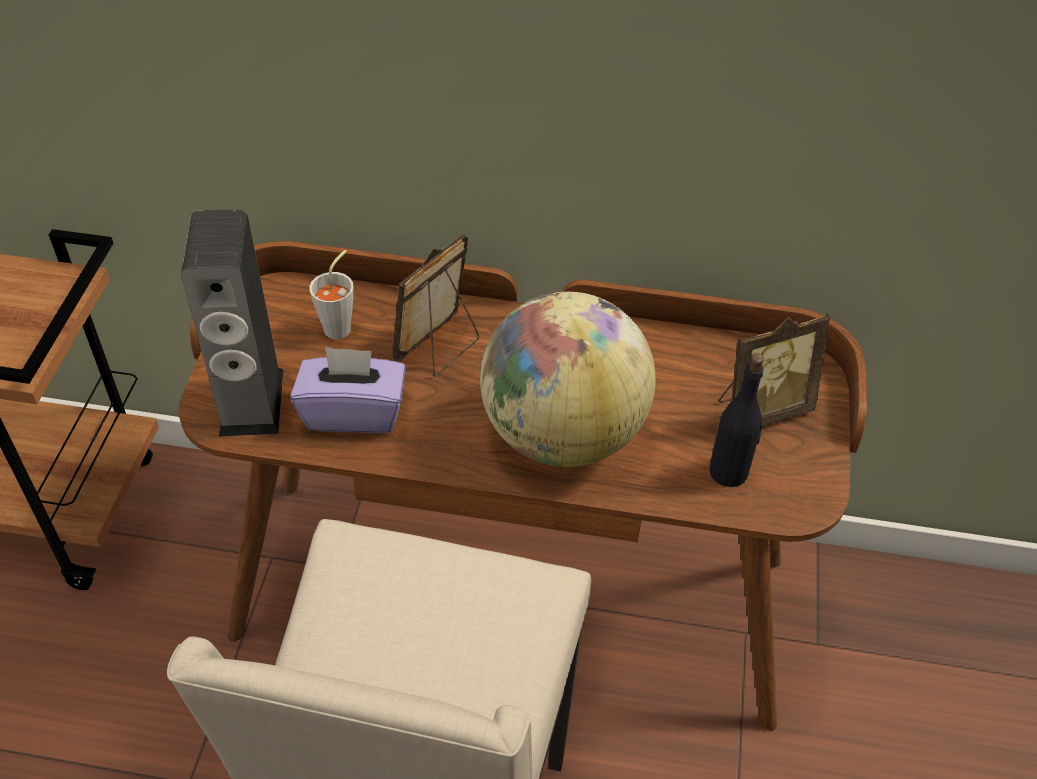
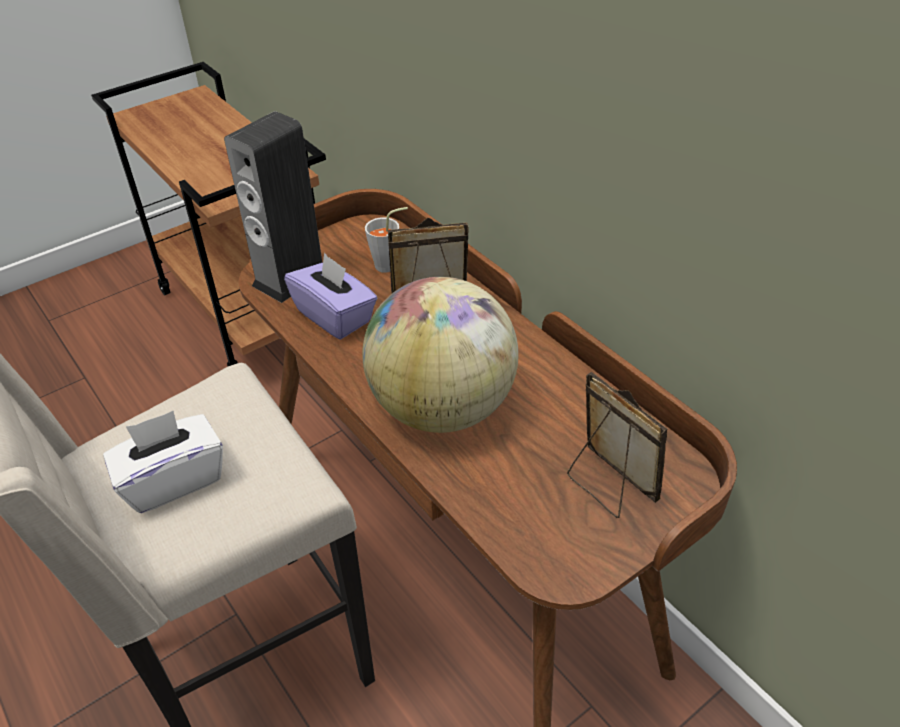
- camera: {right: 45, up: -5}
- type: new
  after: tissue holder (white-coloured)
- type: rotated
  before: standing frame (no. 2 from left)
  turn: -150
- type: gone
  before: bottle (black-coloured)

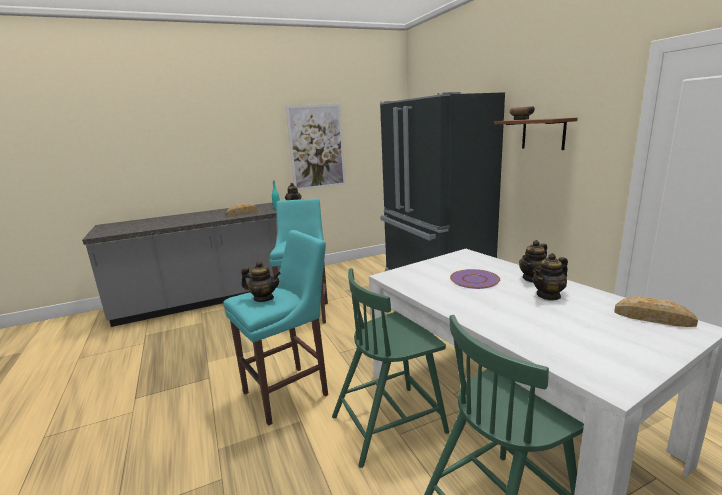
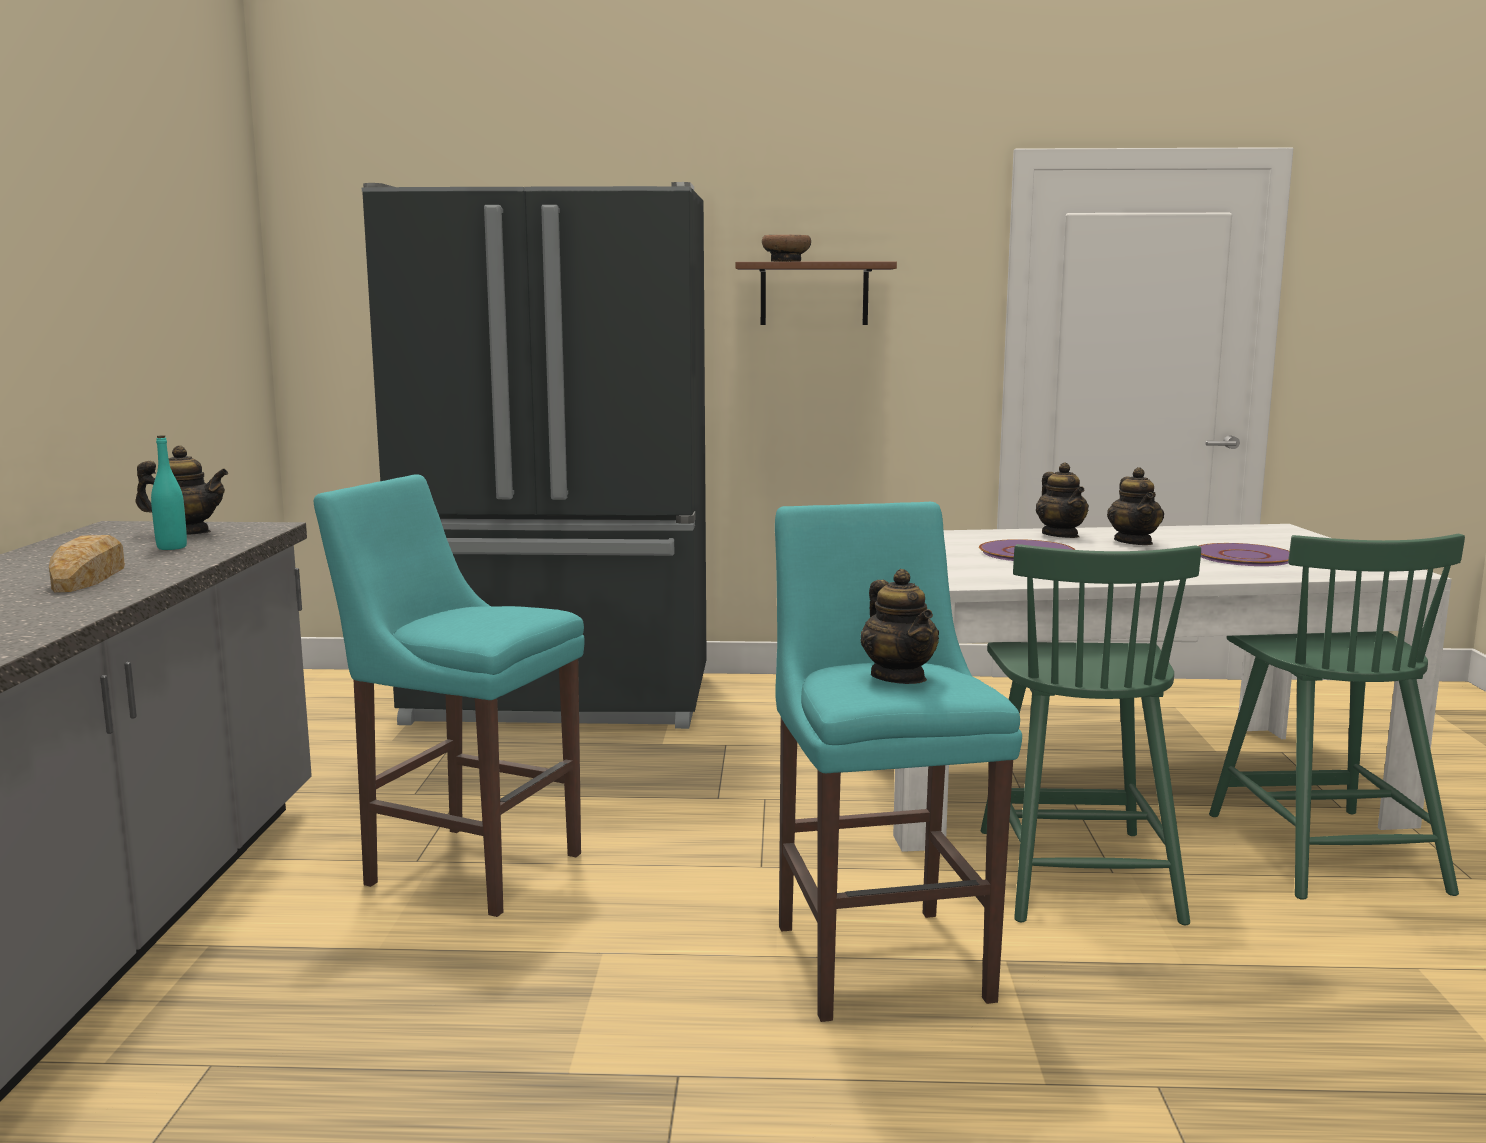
- camera: {right: -65, up: -5}
- type: rotated
  before: pot for tea (no. 1 from left in the first image)
  turn: 120
- type: new
  after: plate (purple) (no. 2 from left)
- type: gone
  before: wall art
- type: gone
  before: bread (no. 2 from left)

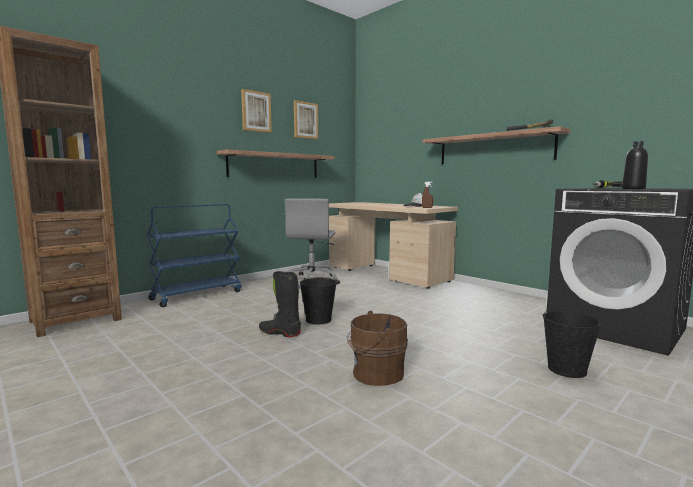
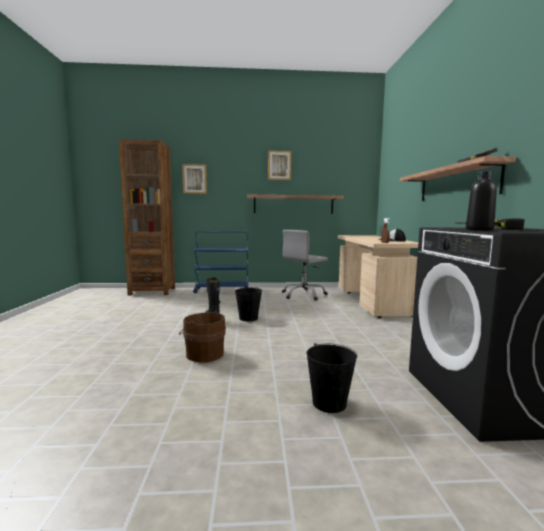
- camera: {right: 40, up: 0}
- type: shifted
  before: wall art (no. 2 from left in the first image)
  after: wall art (no. 1 from left)

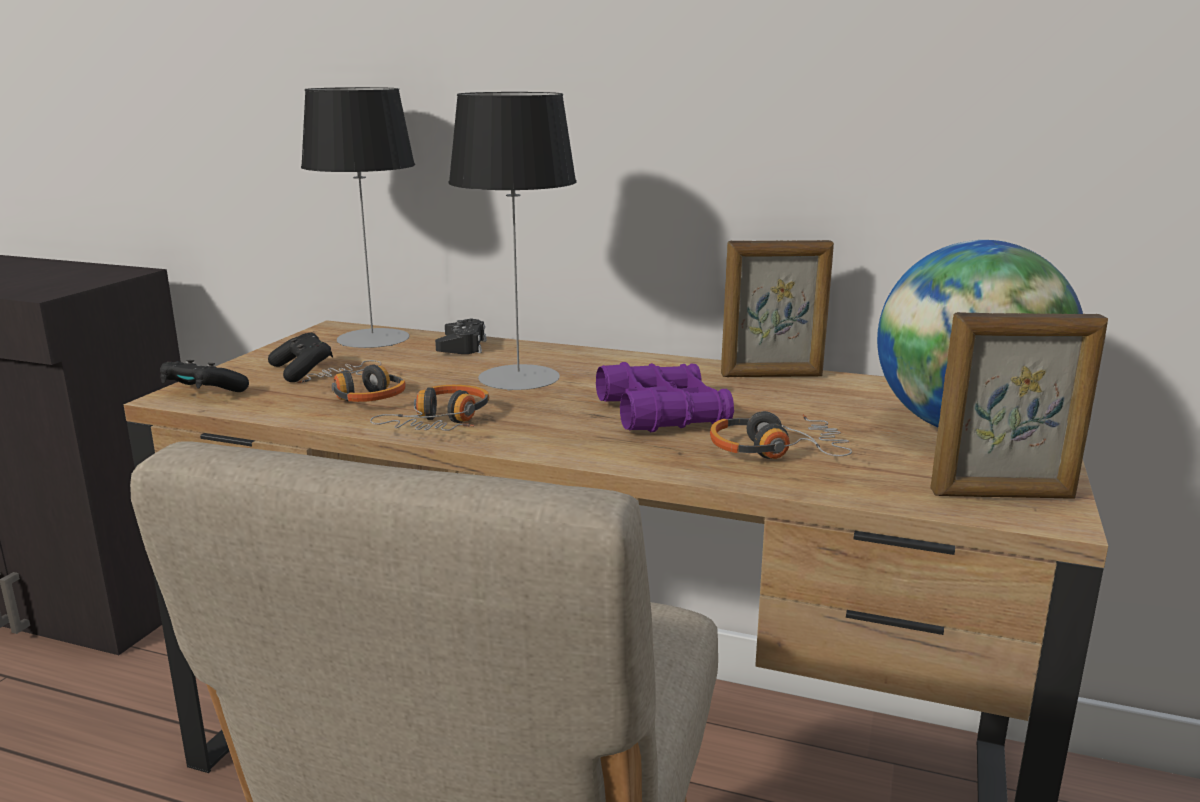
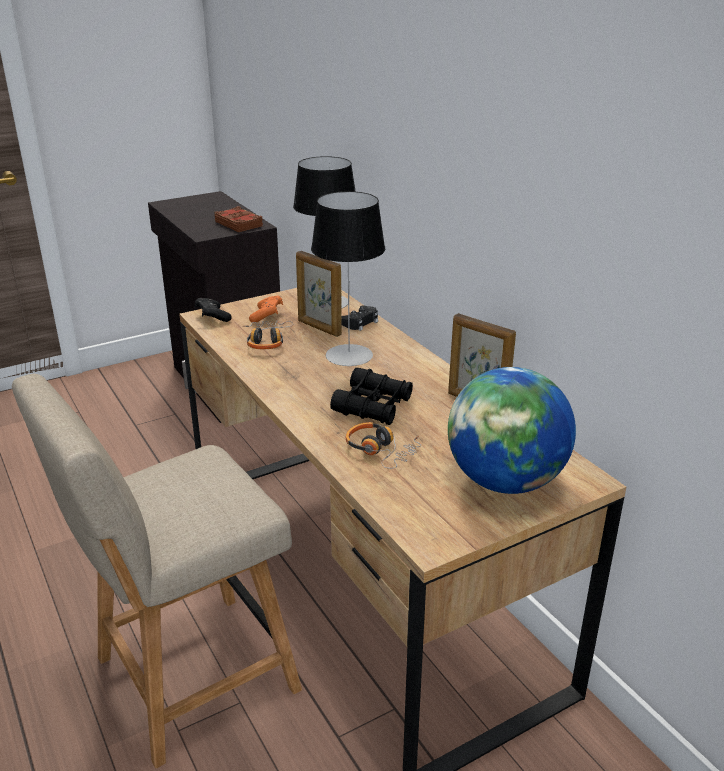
- camera: {right: 40, up: 10}
- type: new
  after: bound book (brown)
- type: repainted
  before: game controller (black-coloured) (no. 2 from left)
  after: game controller (orange-coloured)
- type: shifted
  before: standing frame (no. 2 from left in the first image)
  after: standing frame (no. 1 from left)
- type: repainted
  before: binoculars (purple)
  after: binoculars (black-coloured)
- type: gone
  before: headphones (no. 2 from left)

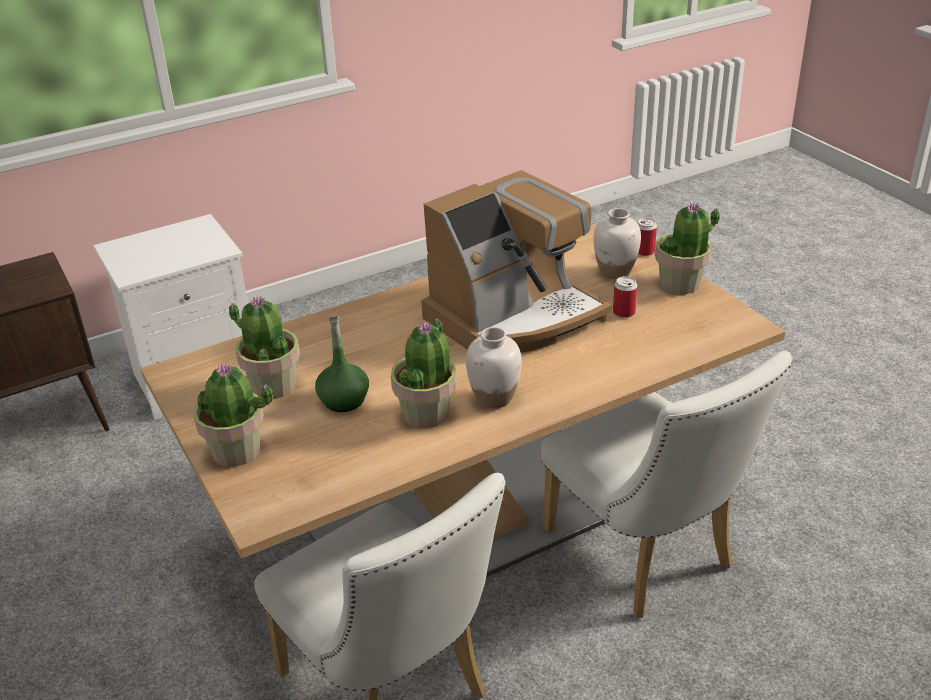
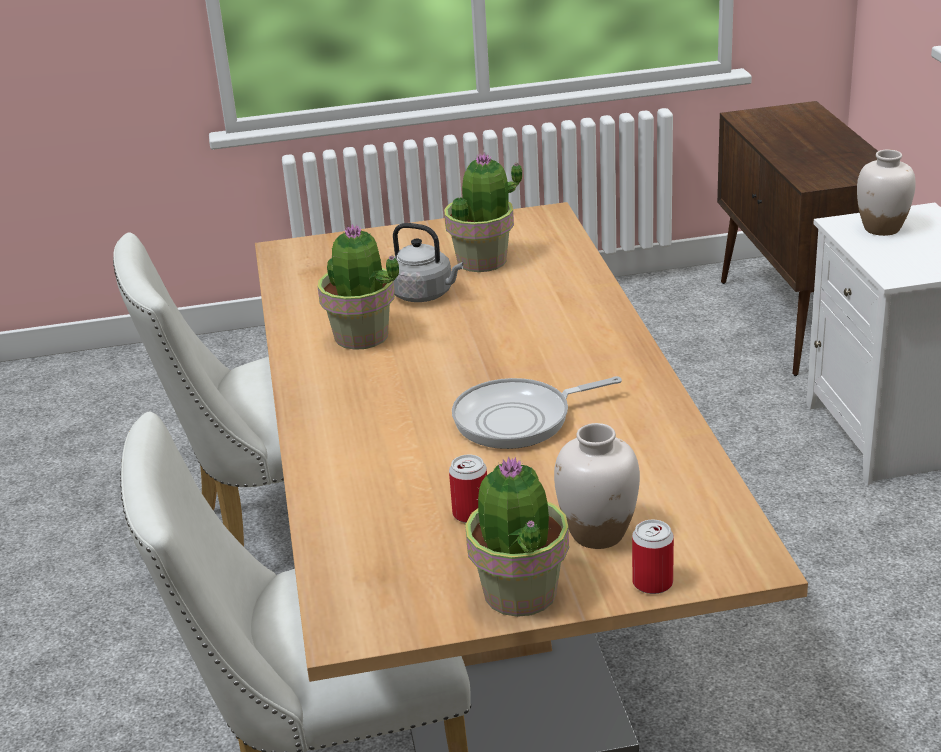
- camera: {right: 110, up: -5}
- type: swapped
  before: bottle (green-coloured)
  after: water kettle (greyish)
- type: swapped
  before: coffee machine
  after: skillet
- type: shifted
  before: decorative vase (white-coloured) (no. 1 from left in the first image)
  after: decorative vase (white-coloured) (no. 2 from left)
- type: gone
  before: houseplant (no. 1 from left)

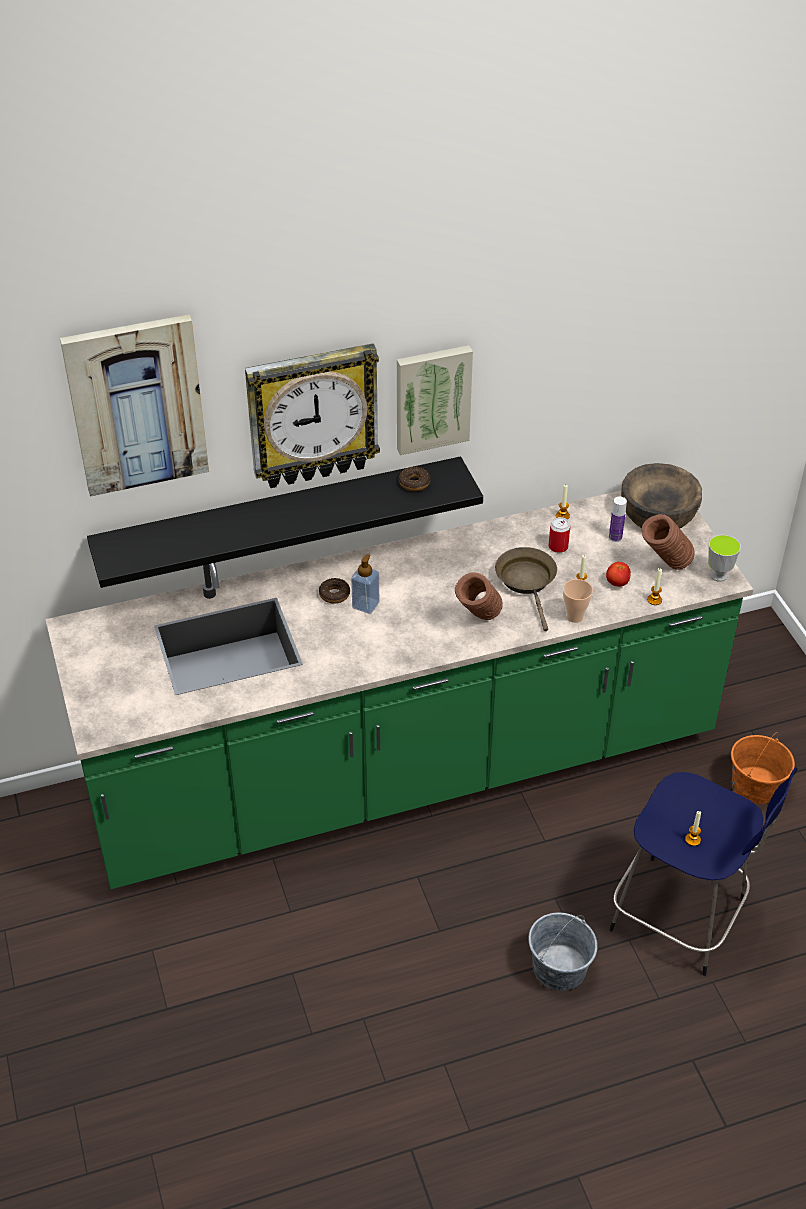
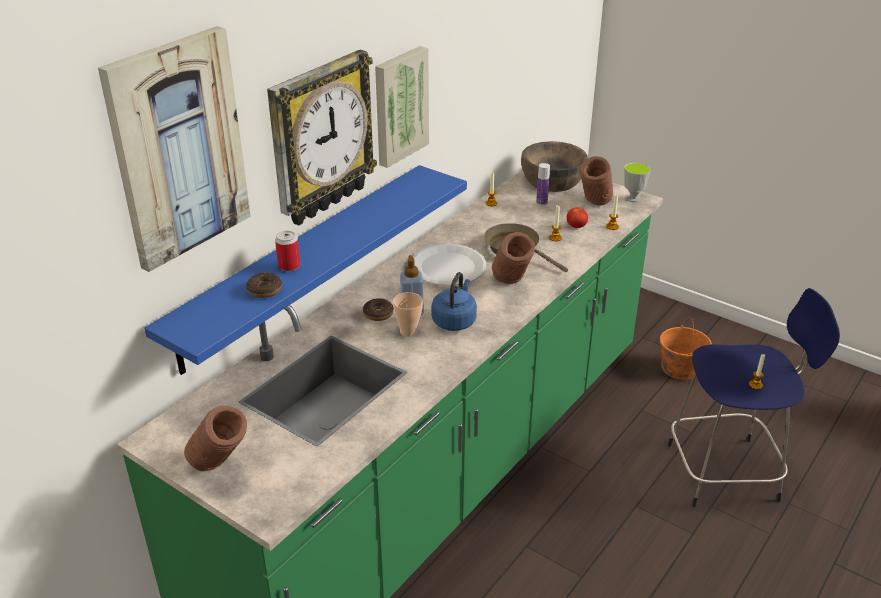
- camera: {right: -35, up: -10}
- type: repainted
  before: bracket shelf (black-coloured)
  after: bracket shelf (bluish)
- type: new
  after: decorative vase (brown) (no. 1 from left)
- type: shifted
  before: doughnut (no. 2 from left in the first image)
  after: doughnut (no. 1 from left)
- type: shifted
  before: metal can
- type: shifted
  before: cup (no. 1 from left)
- type: new
  after: plate (white-coloured)
- type: new
  after: water kettle (bluish)
- type: gone
  before: water bucket (greyish)

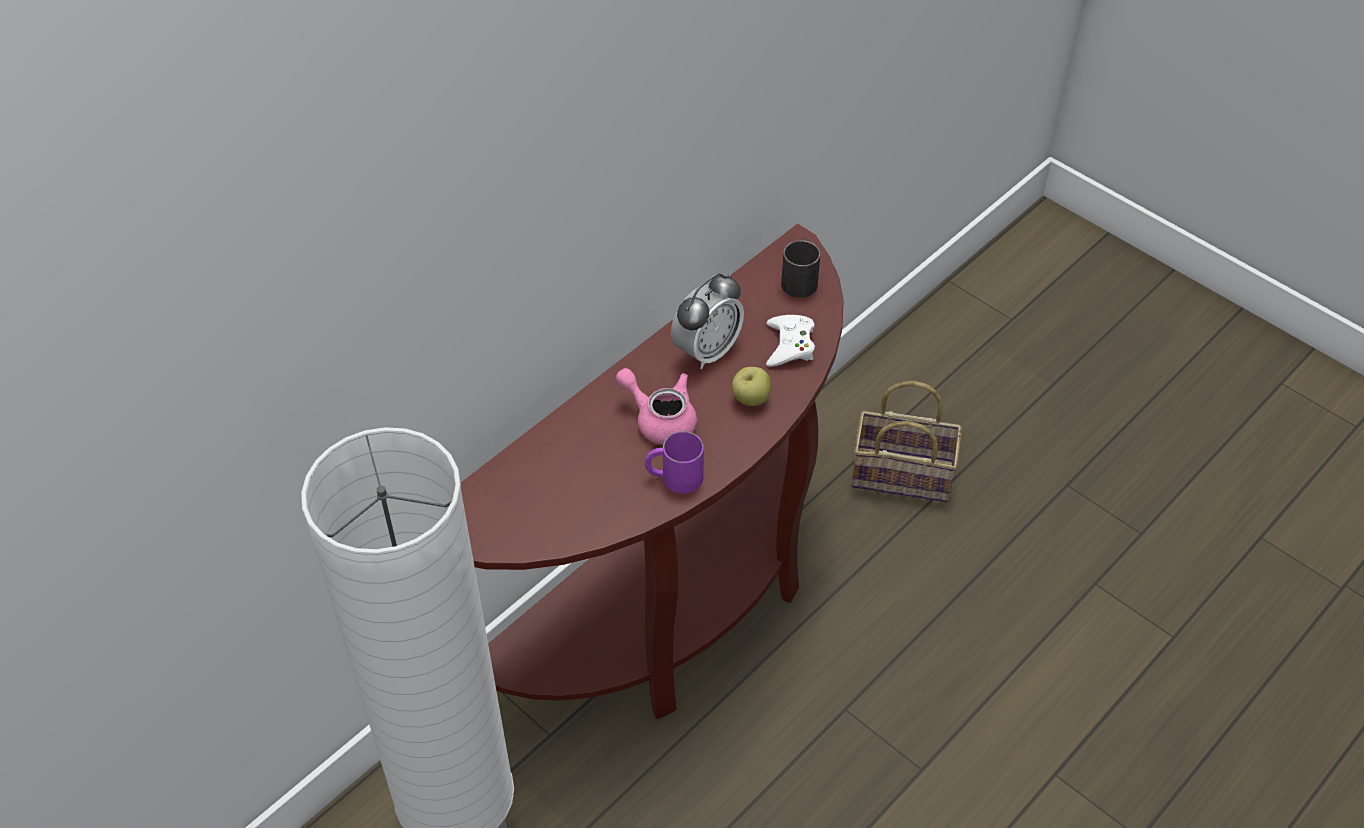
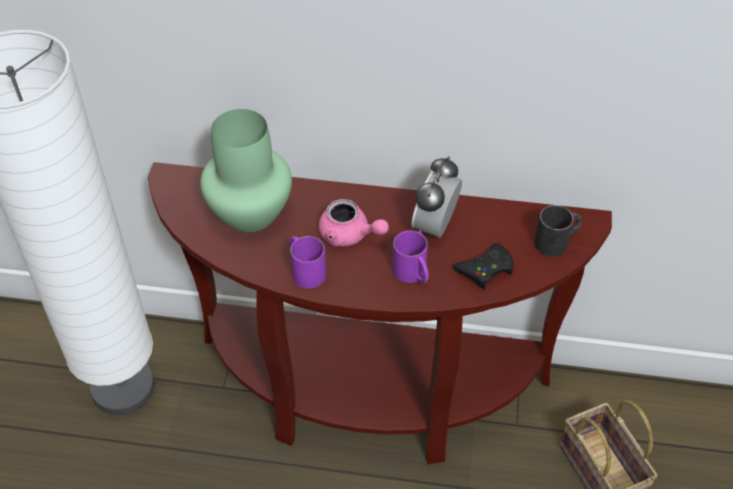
- camera: {right: 55, up: 0}
- type: new
  after: decorative vase (green-coloured)
- type: rotated
  before: pot for tea (pink)
  turn: 120
- type: swapped
  before: apple
  after: coffee mug (purple) (no. 2 from left)
- type: rotated
  before: table clock
  turn: 105
- type: repainted
  before: game controller (white-coloured)
  after: game controller (black-coloured)

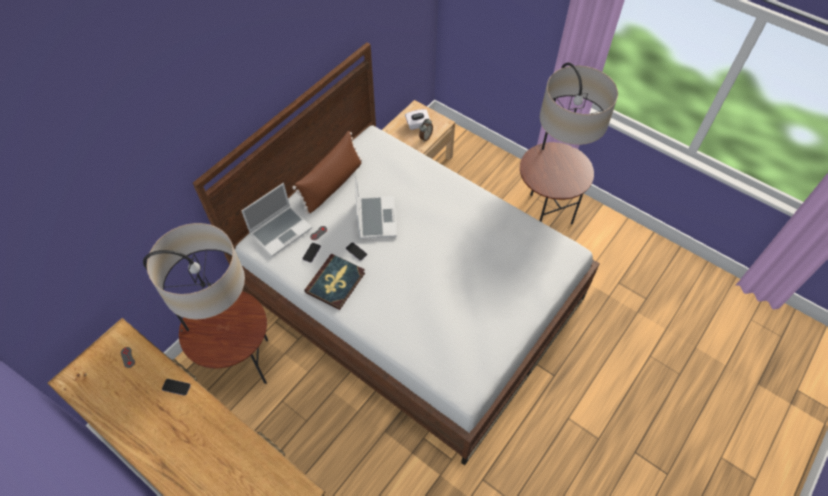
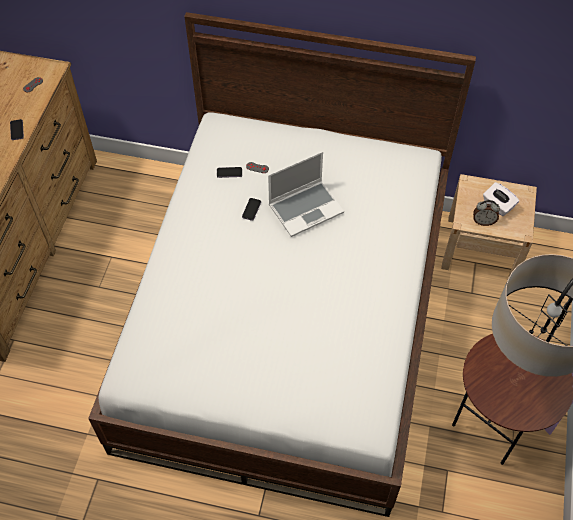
- camera: {right: 65, up: 0}
- type: gone
  before: standing lamp (no. 1 from left)
- type: gone
  before: portable computer (no. 1 from left)
- type: gone
  before: cushion (brown)
- type: gone
  before: bound book

